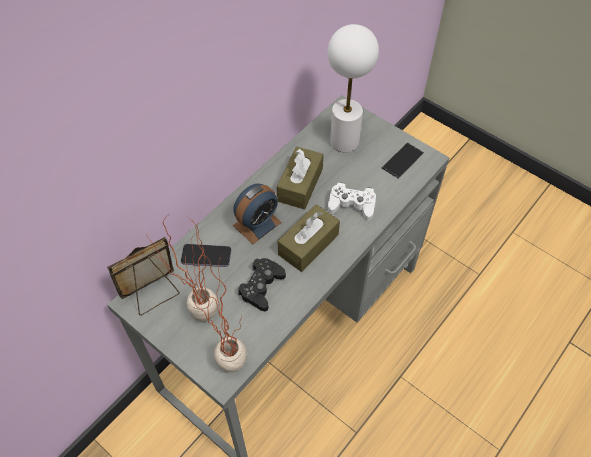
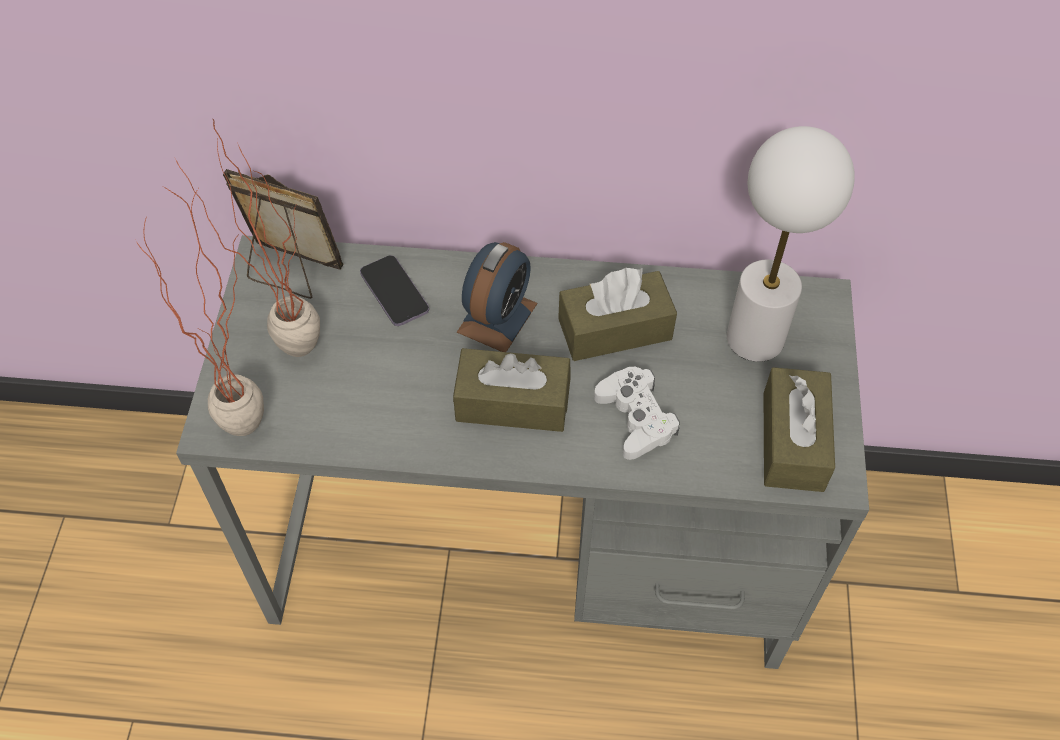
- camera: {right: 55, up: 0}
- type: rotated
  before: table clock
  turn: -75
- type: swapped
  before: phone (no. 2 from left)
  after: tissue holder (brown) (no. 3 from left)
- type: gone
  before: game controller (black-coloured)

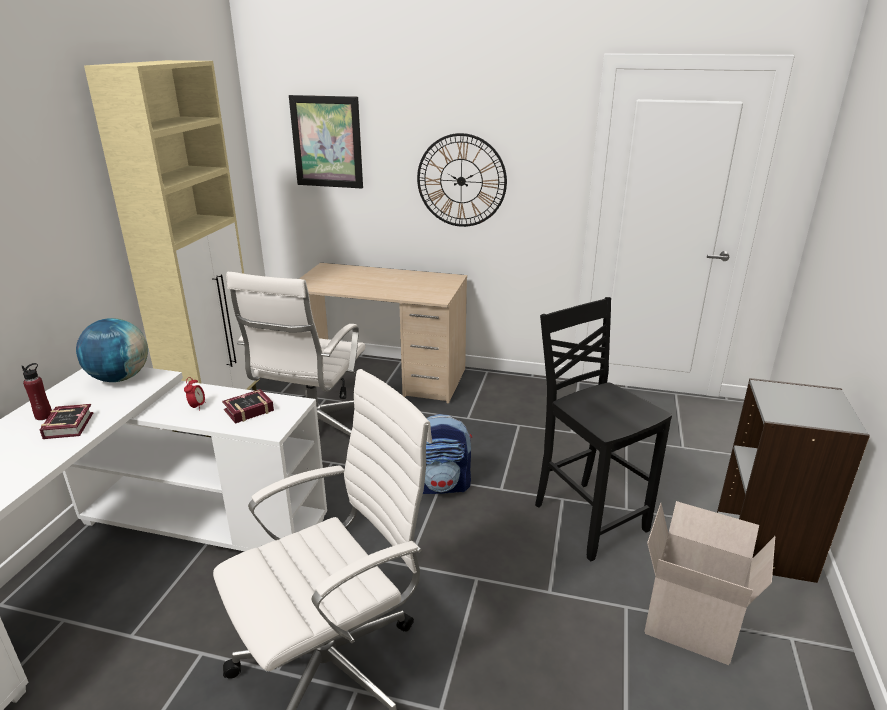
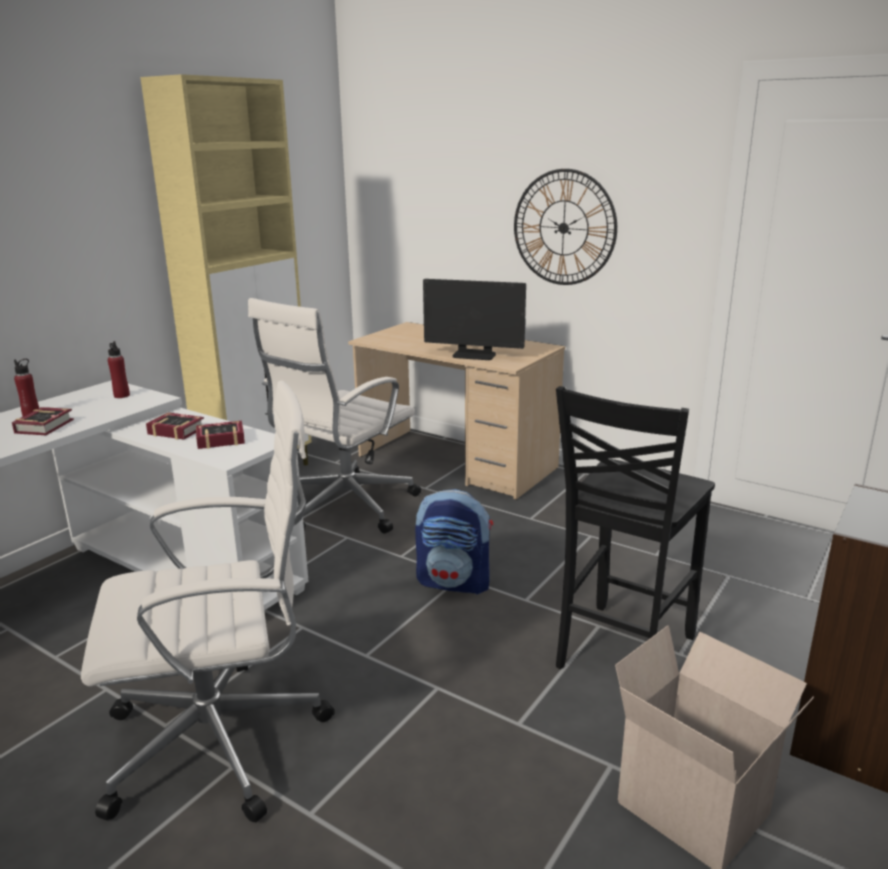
- camera: {right: 20, up: -5}
- type: swapped
  before: world globe
  after: bottle (red) (no. 2 from left)
- type: swapped
  before: table clock
  after: bound book (no. 2 from left)
- type: new
  after: computer screen
- type: rotated
  before: chair (black-coloured)
  turn: -135
- type: gone
  before: wall art

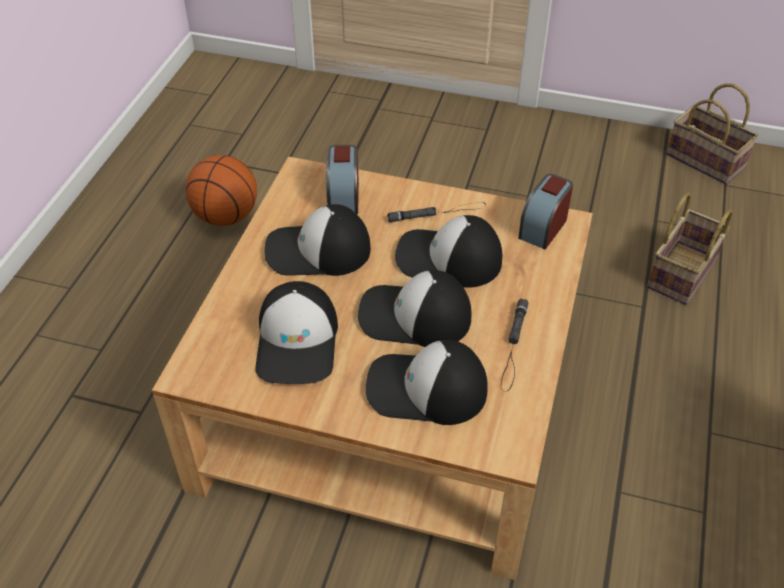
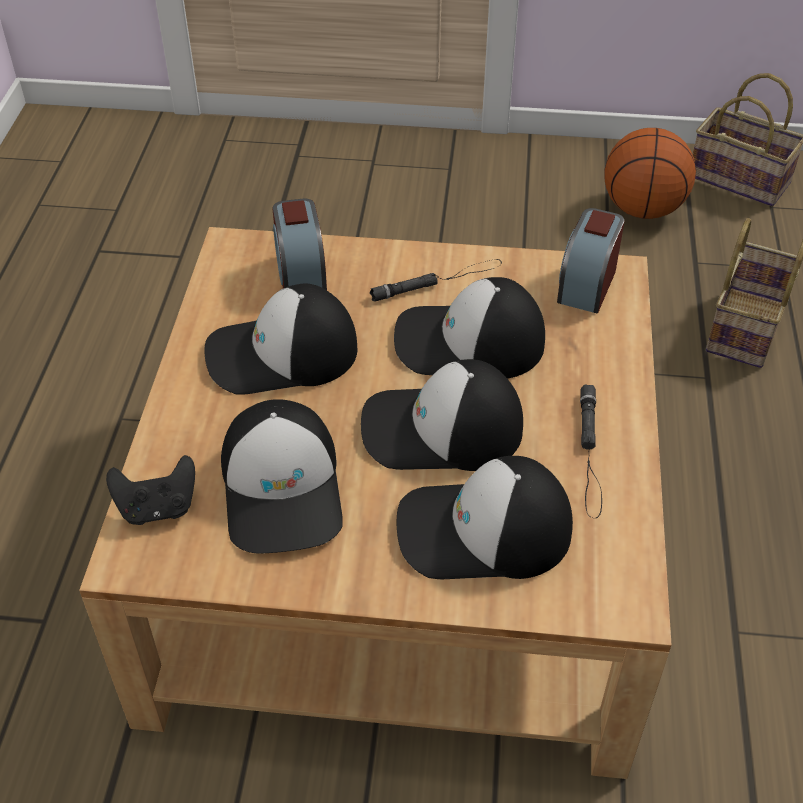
- camera: {right: -10, up: 0}
- type: new
  after: game controller (black-coloured)
- type: shifted
  before: basketball ball

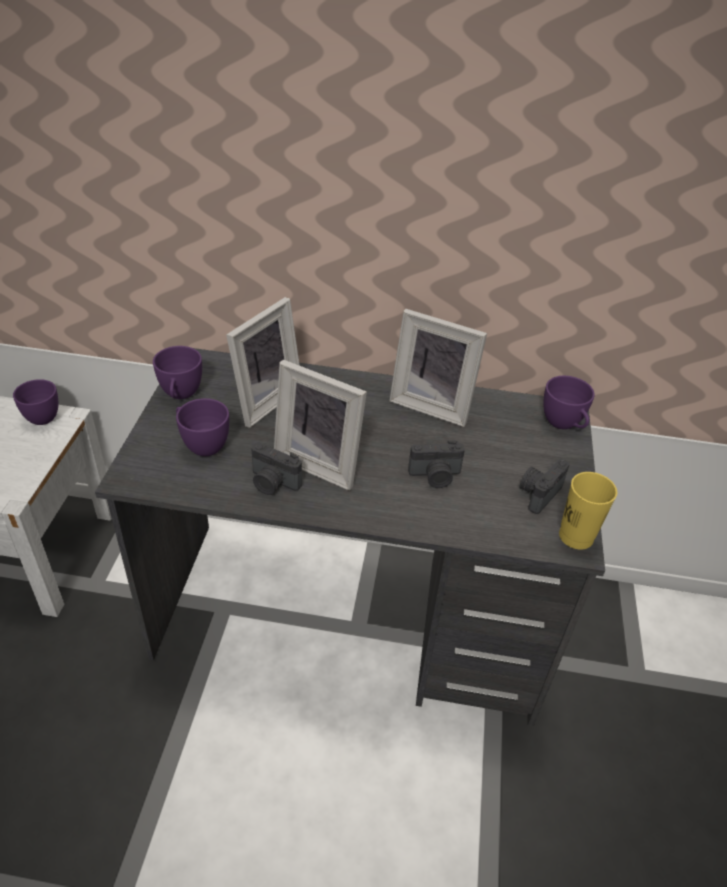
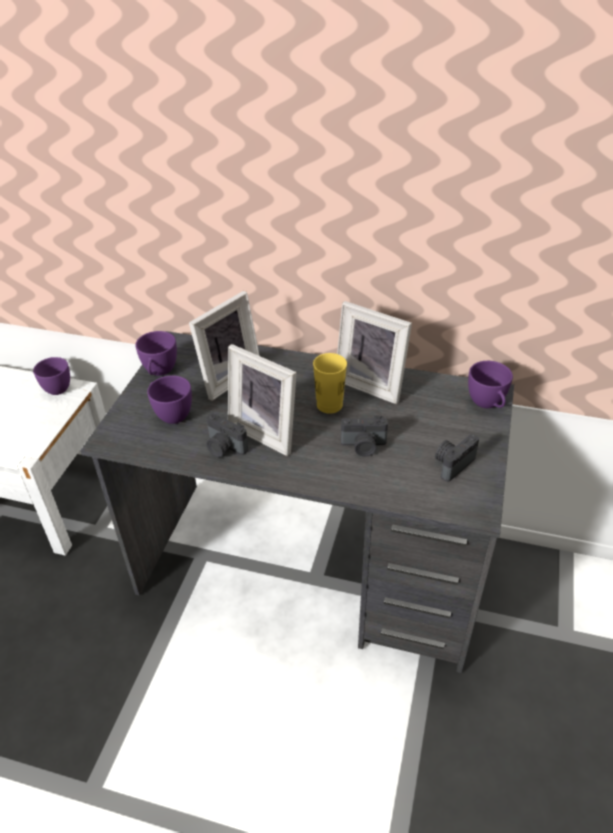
- camera: {right: 10, up: 0}
- type: shifted
  before: cup (yellowish)

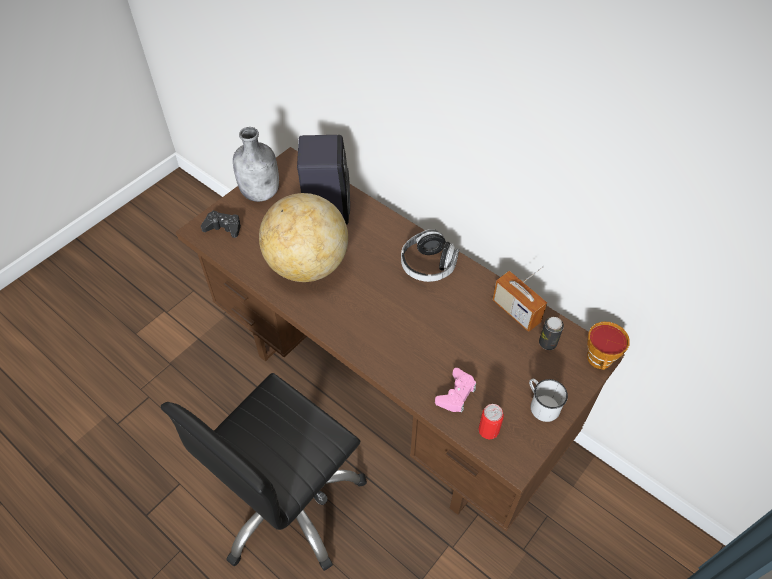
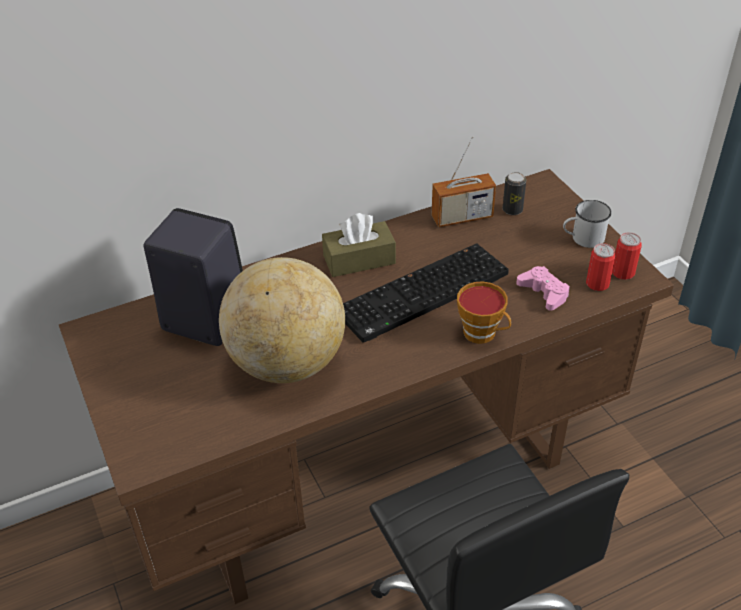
- camera: {right: -65, up: -10}
- type: swapped
  before: headphones
  after: tissue holder (brown)
- type: new
  after: keyboard
- type: shifted
  before: cup
- type: new
  after: metal can (no. 3 from left)
- type: gone
  before: game controller (black-coloured)
- type: gone
  before: bottle (greyish)

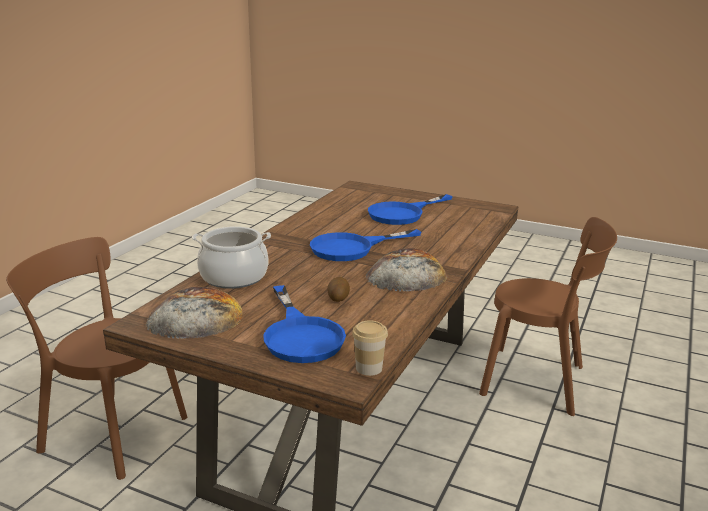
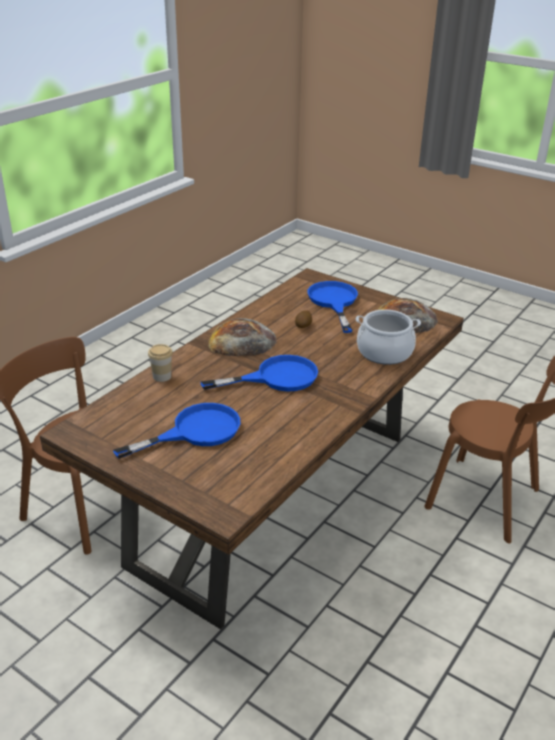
- camera: {right: -170, up: 10}
- type: shifted
  before: cup

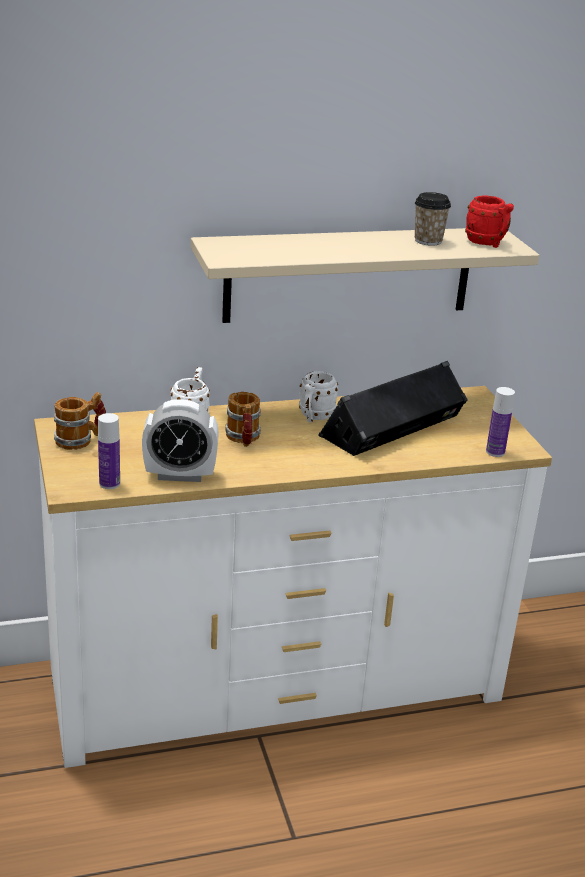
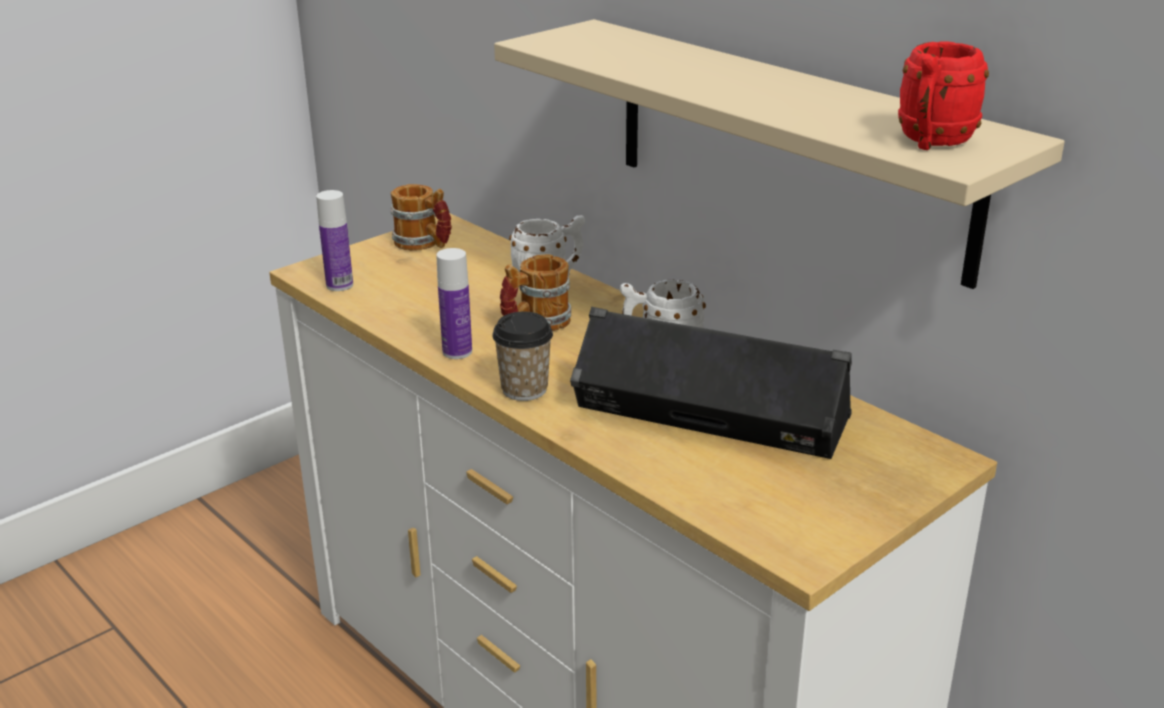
- camera: {right: 65, up: 0}
- type: shifted
  before: bottle (no. 2 from left)
- type: shifted
  before: cup
- type: gone
  before: table clock

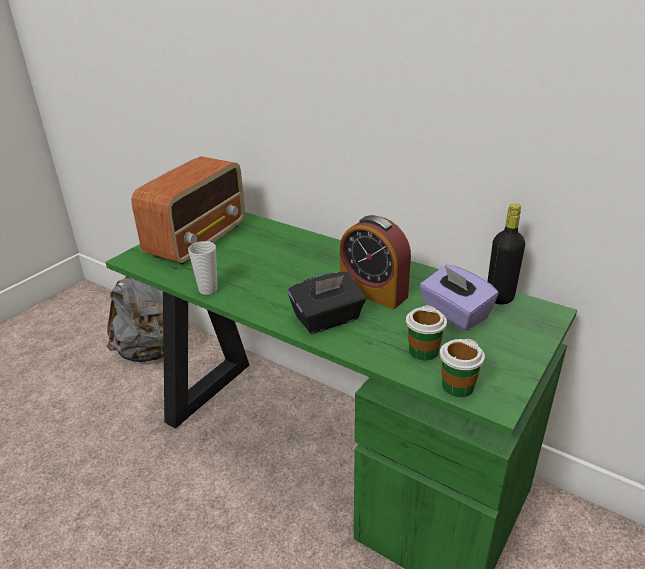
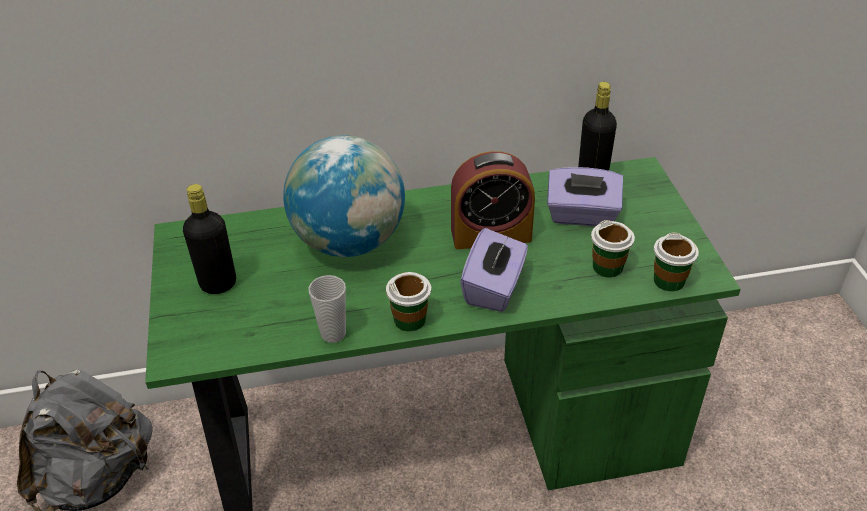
- camera: {right: -45, up: 10}
- type: swapped
  before: radio set
  after: bottle (black-coloured) (no. 1 from left)
- type: new
  after: world globe
- type: new
  after: cup (no. 2 from left)
- type: repainted
  before: tissue holder (black-coloured)
  after: tissue holder (purple) (no. 1 from left)

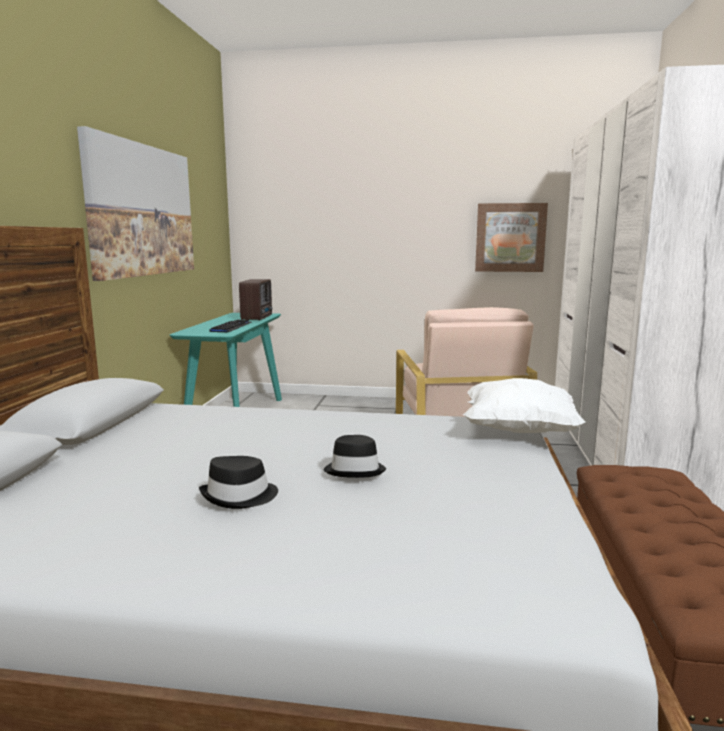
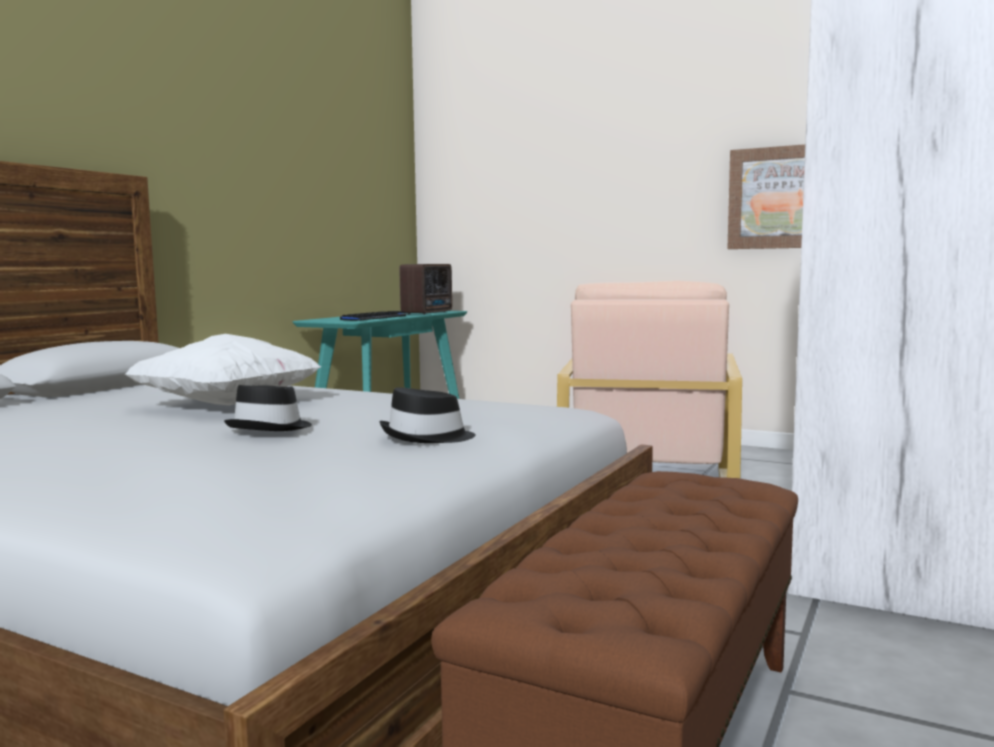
- camera: {right: 20, up: -5}
- type: shifted
  before: cushion (white-coloured)
- type: shifted
  before: wearable hat (black-coloured) (no. 1 from left in the first image)
  after: wearable hat (black-coloured) (no. 2 from left)
- type: gone
  before: wall art (no. 1 from left)

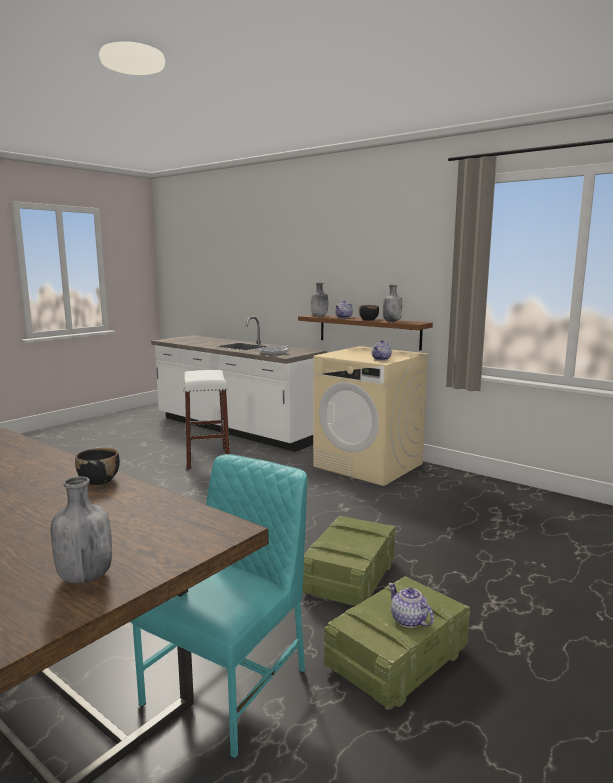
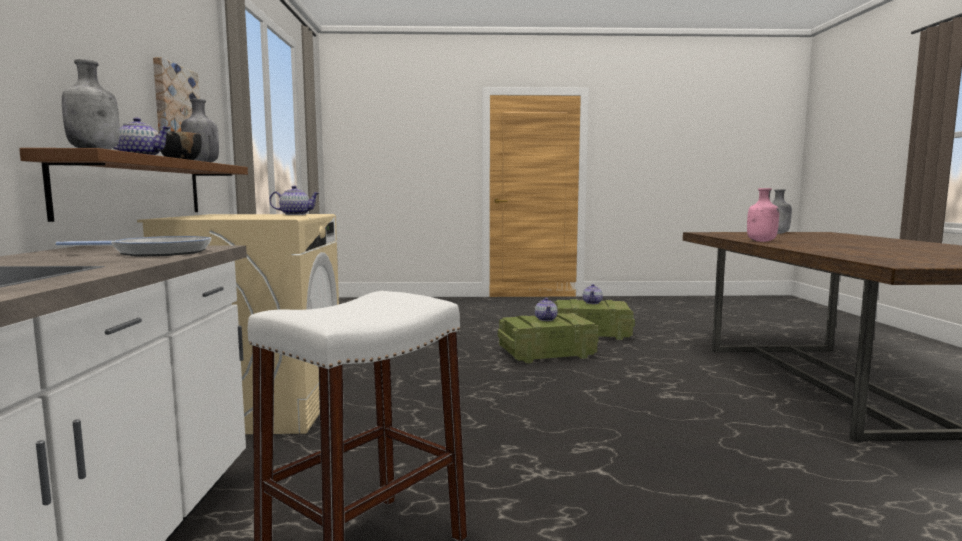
- camera: {right: -130, up: -5}
- type: new
  after: wall art
- type: new
  after: pot for tea (no. 3 from left)
- type: swapped
  before: deep dish (black-coloured) (no. 1 from left)
  after: bottle (pink)
- type: gone
  before: chair (turquoise-coloured)

